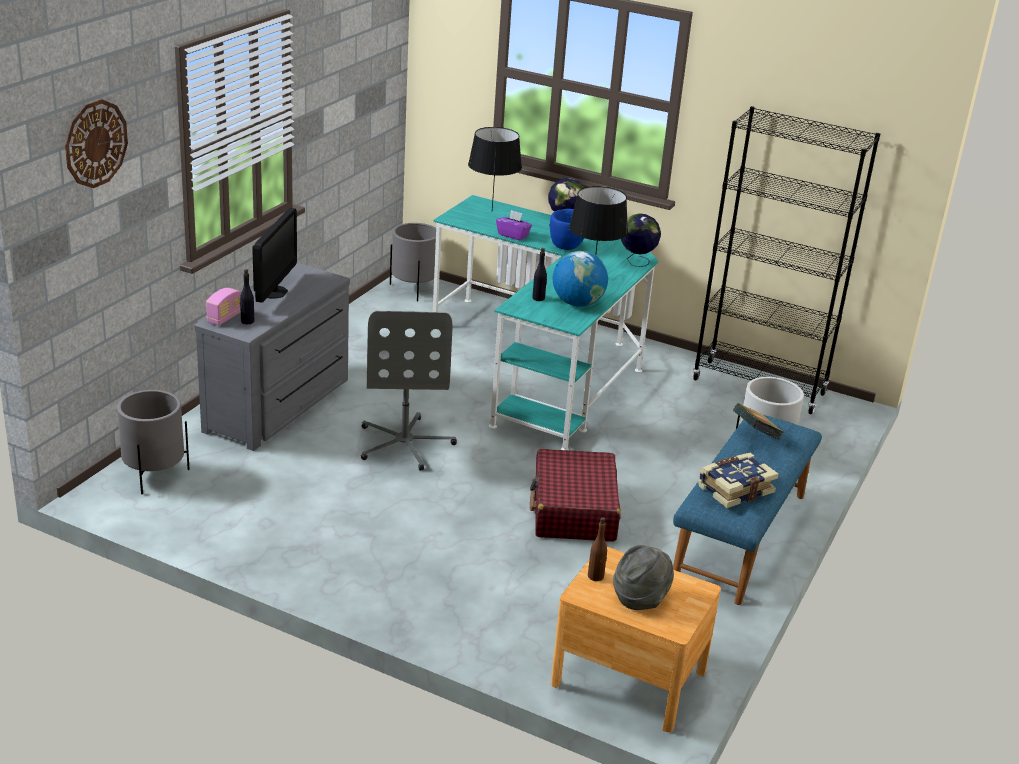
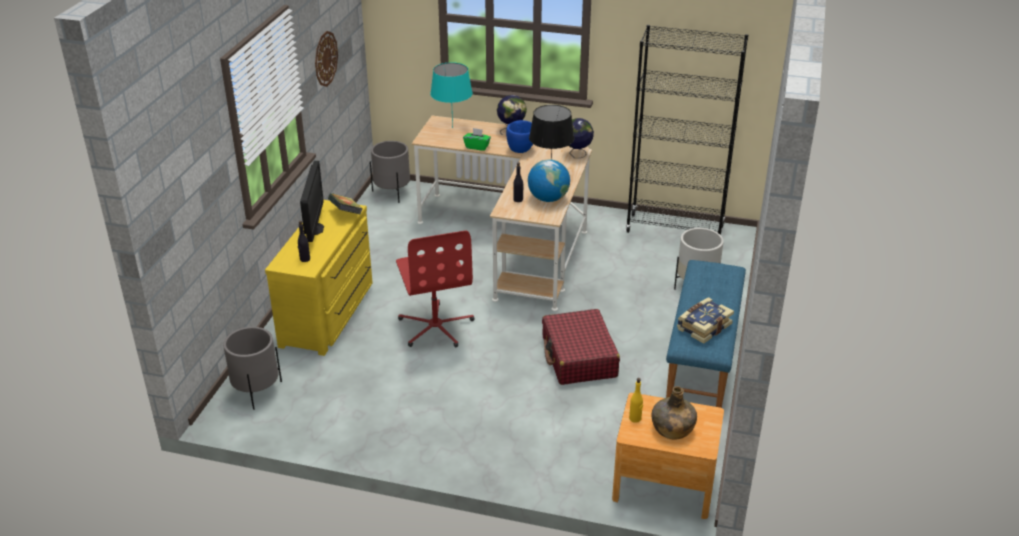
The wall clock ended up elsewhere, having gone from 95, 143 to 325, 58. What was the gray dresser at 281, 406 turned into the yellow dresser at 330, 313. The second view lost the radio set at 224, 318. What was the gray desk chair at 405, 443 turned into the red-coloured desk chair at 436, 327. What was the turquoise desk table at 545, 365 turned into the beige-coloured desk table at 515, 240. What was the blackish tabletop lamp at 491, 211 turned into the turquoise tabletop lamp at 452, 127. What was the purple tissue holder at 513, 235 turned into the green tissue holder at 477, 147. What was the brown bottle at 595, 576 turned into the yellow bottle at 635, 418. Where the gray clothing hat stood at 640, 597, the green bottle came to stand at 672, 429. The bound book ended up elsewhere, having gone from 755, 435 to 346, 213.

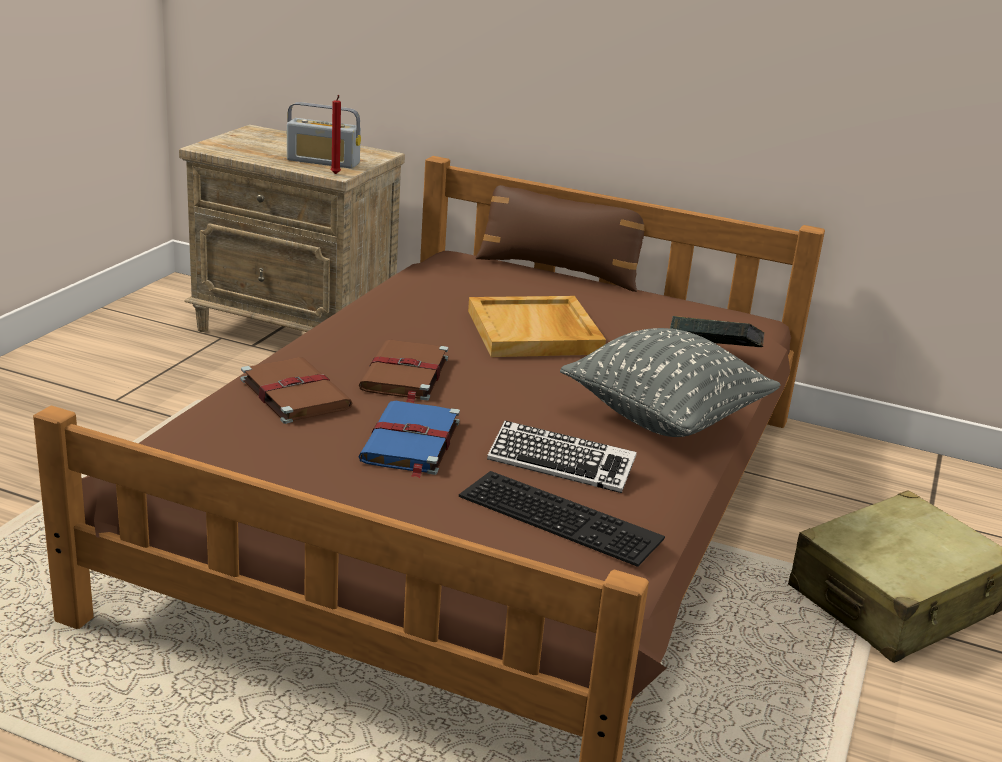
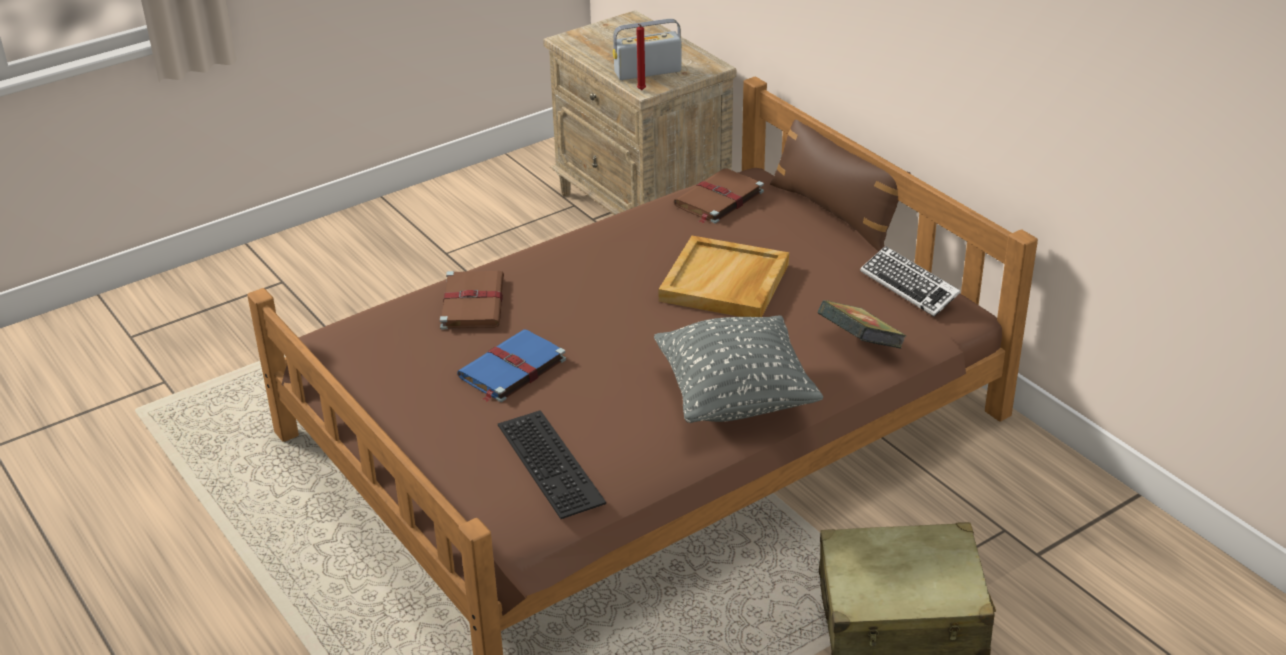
The radio set at 323, 162 ended up facing another way, 120 degrees clockwise from before. The brown bound book ended up elsewhere, having gone from 404, 375 to 718, 199. The computer keyboard ended up elsewhere, having gone from 560, 465 to 909, 287.

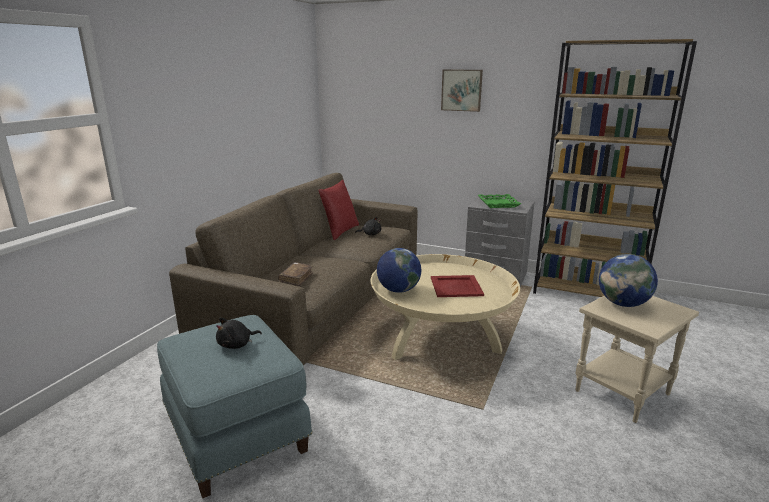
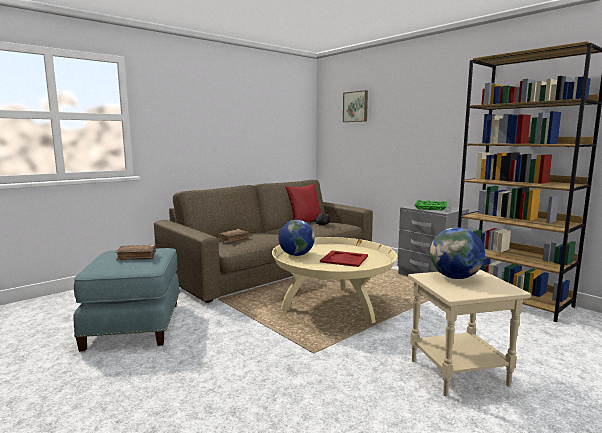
Where the blackish soft toy stood at 237, 345, the brown bound book came to stand at 137, 256. The wall picture ended up elsewhere, having gone from 462, 90 to 356, 106.

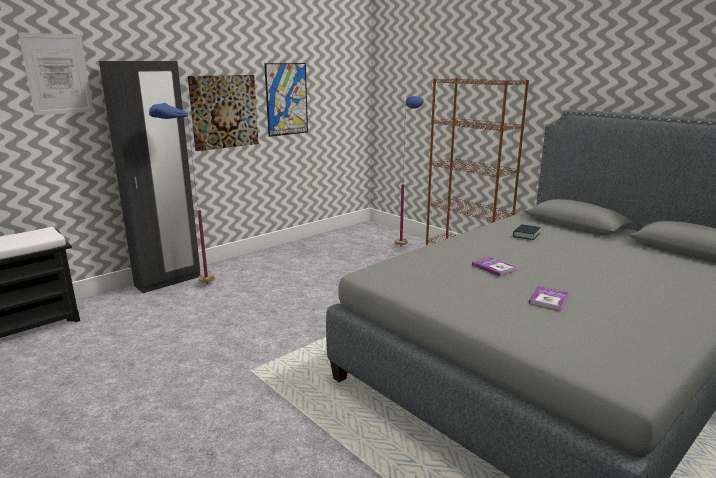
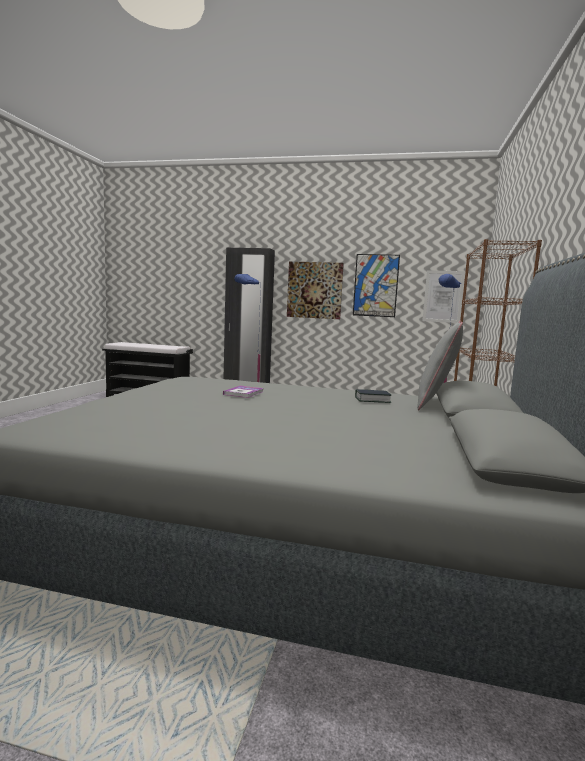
The wall picture ended up elsewhere, having gone from 57, 74 to 443, 296. The second view lost the bound book at 548, 299. The second view gained the gray pillow at 436, 404.

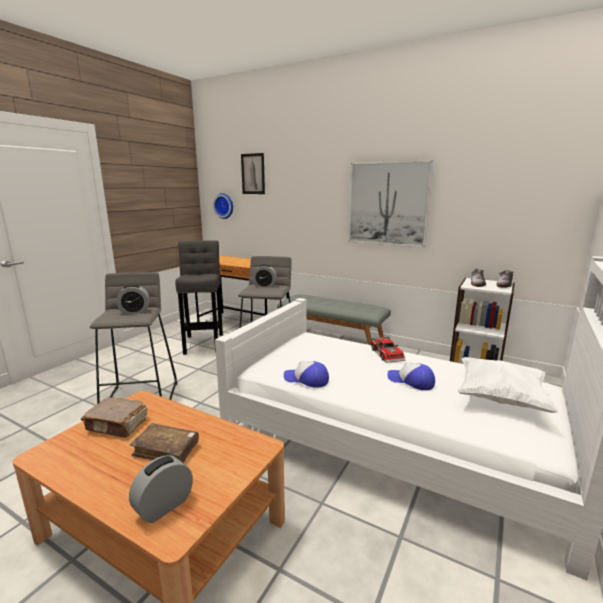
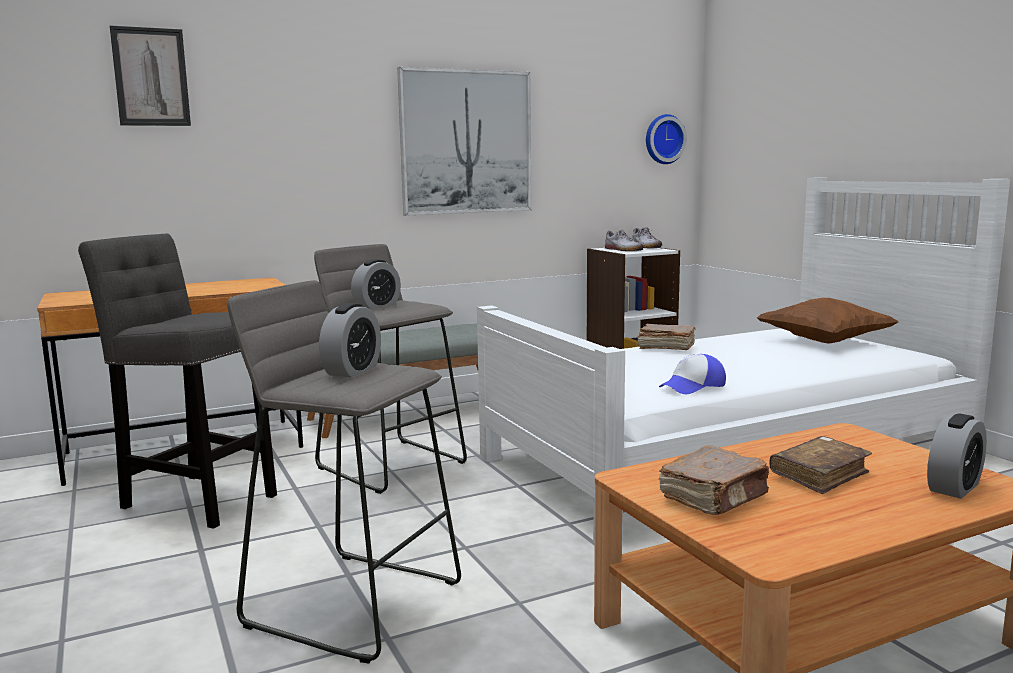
The table clock at 164, 506 ended up facing another way, 120 degrees counterclockwise from before. The wall clock ended up elsewhere, having gone from 224, 206 to 663, 139. Where the toy car stood at 387, 354, the brown bound book came to stand at 665, 347. The second view lost the cap at 411, 381. What was the whitish pillow at 500, 398 turned into the brown pillow at 824, 341.

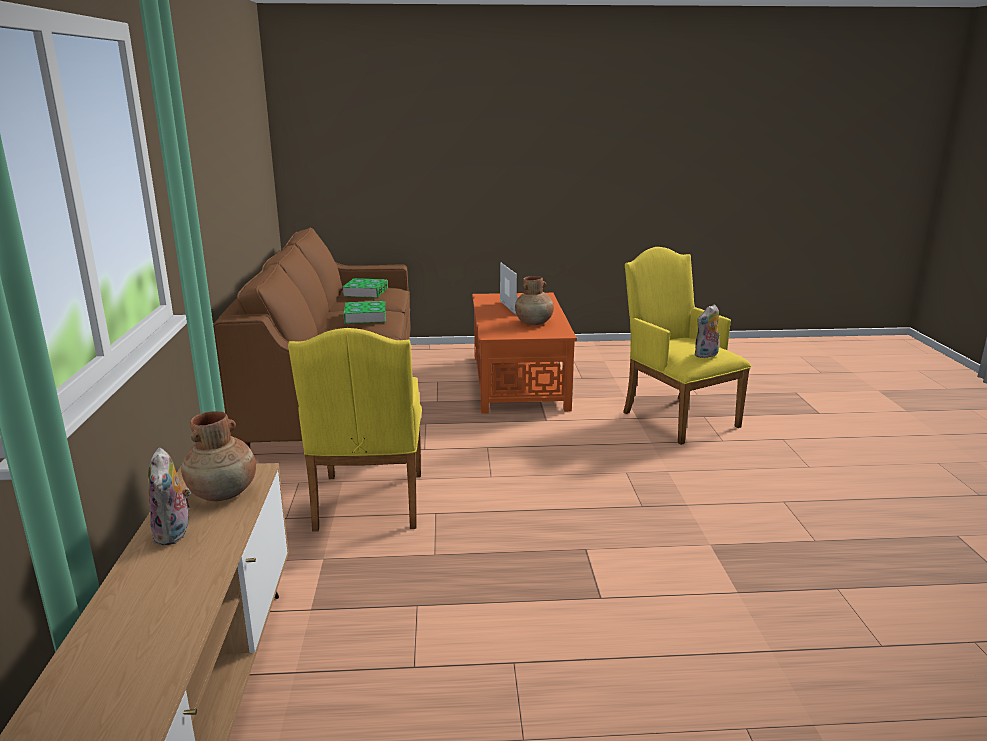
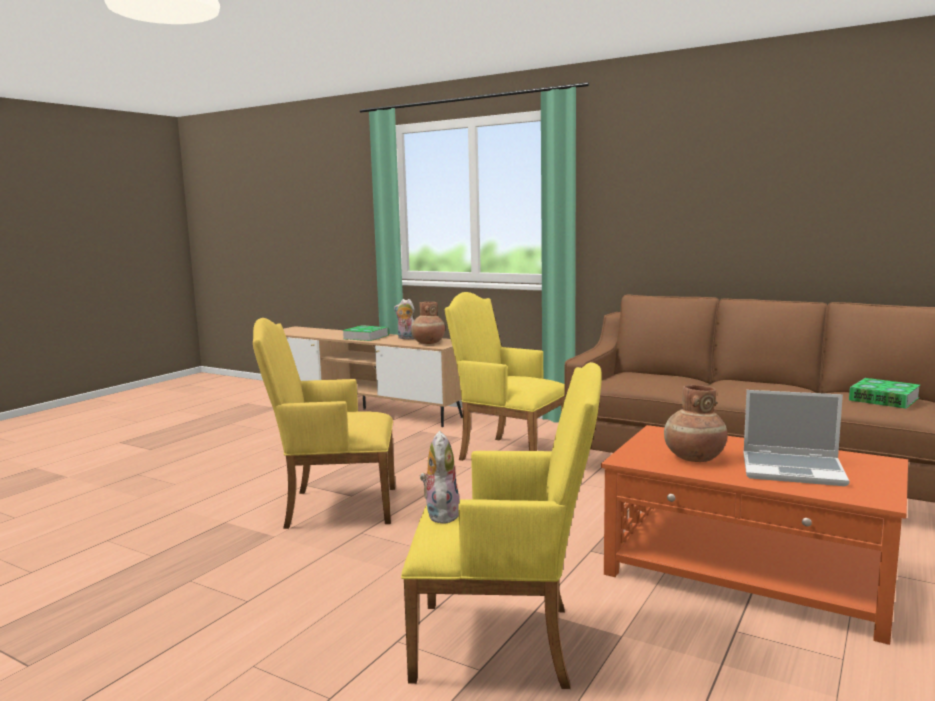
The bound book ended up elsewhere, having gone from 365, 317 to 366, 337. The second view gained the yellow easy chair at 333, 507.

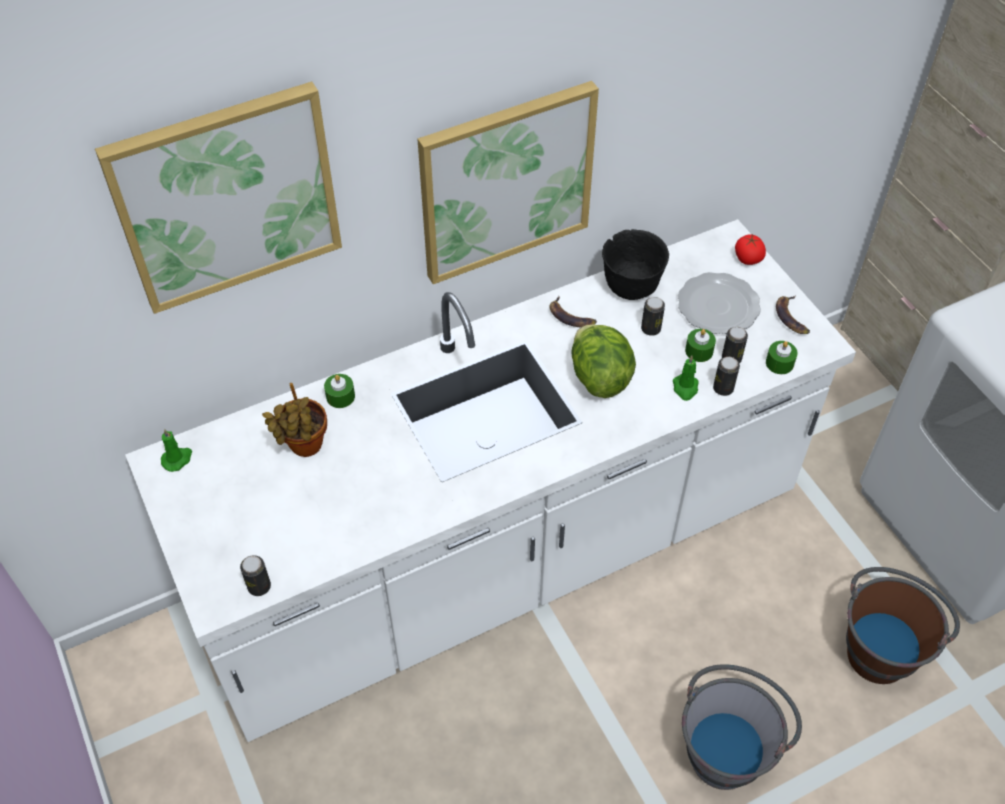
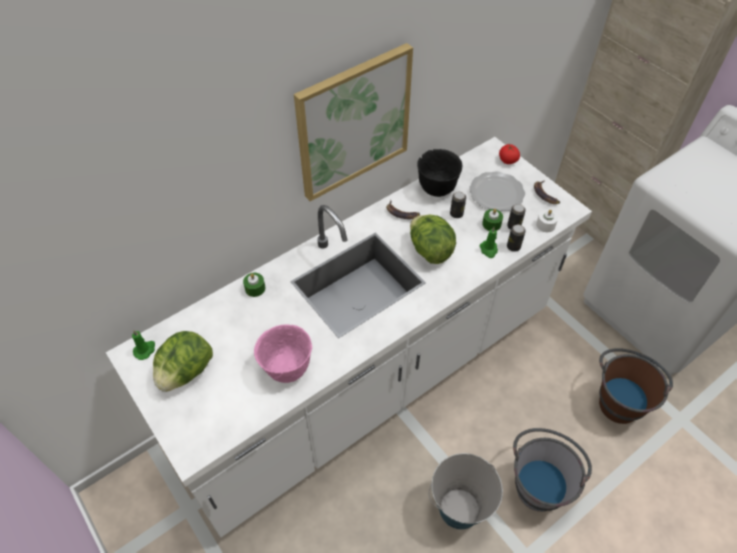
The second view lost the wall picture at 227, 197. The second view lost the can at 259, 586. The second view lost the houseplant at 304, 447. What was the green candle at 779, 363 turned into the whitish candle at 545, 225. The second view gained the lettuce head at 186, 372. The second view gained the pink-coloured bowl at 287, 369. The second view gained the water bucket at 459, 508.

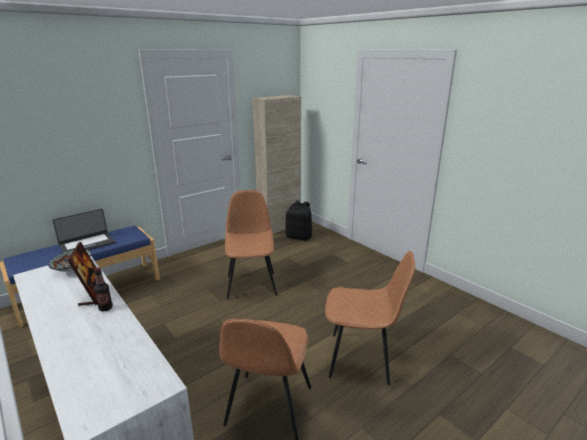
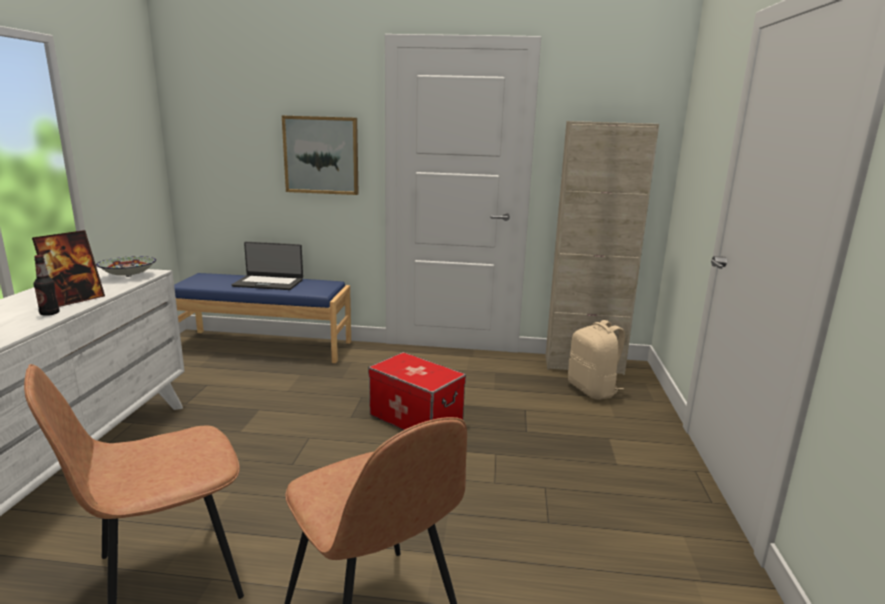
Where the brown chair stood at 251, 284, the storage bin came to stand at 416, 418. What was the blackish backpack at 299, 237 turned into the beige-coloured backpack at 593, 390. The second view gained the wall picture at 321, 155.

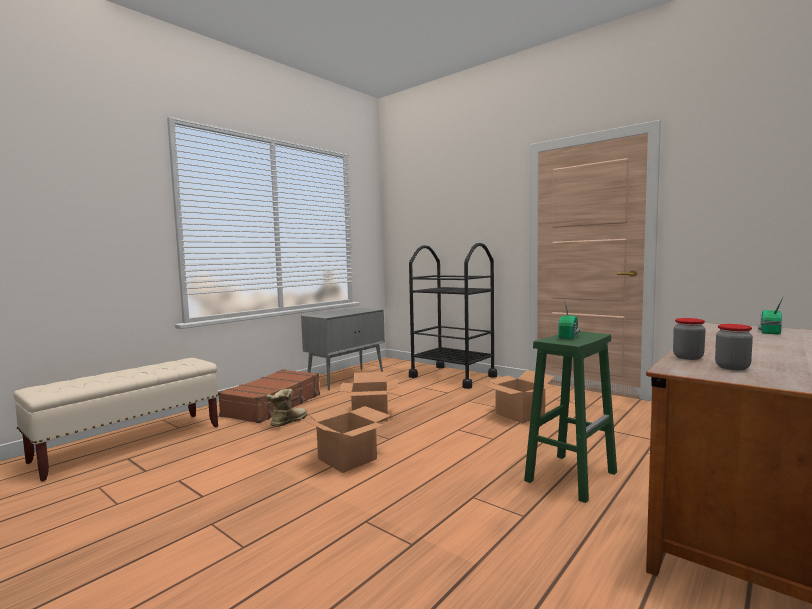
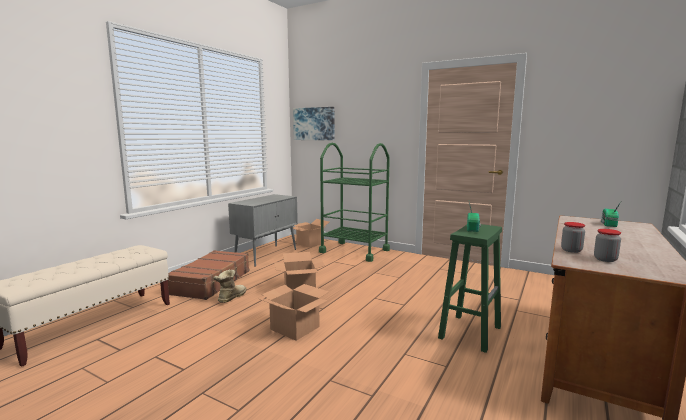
What was the blackish cart at 452, 376 turned into the green cart at 354, 251. The packing box ended up elsewhere, having gone from 520, 415 to 310, 243. The second view gained the wall picture at 314, 124.

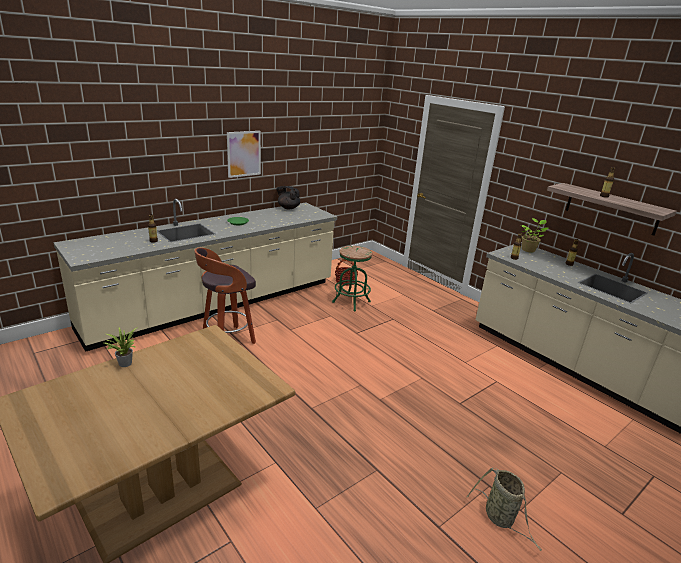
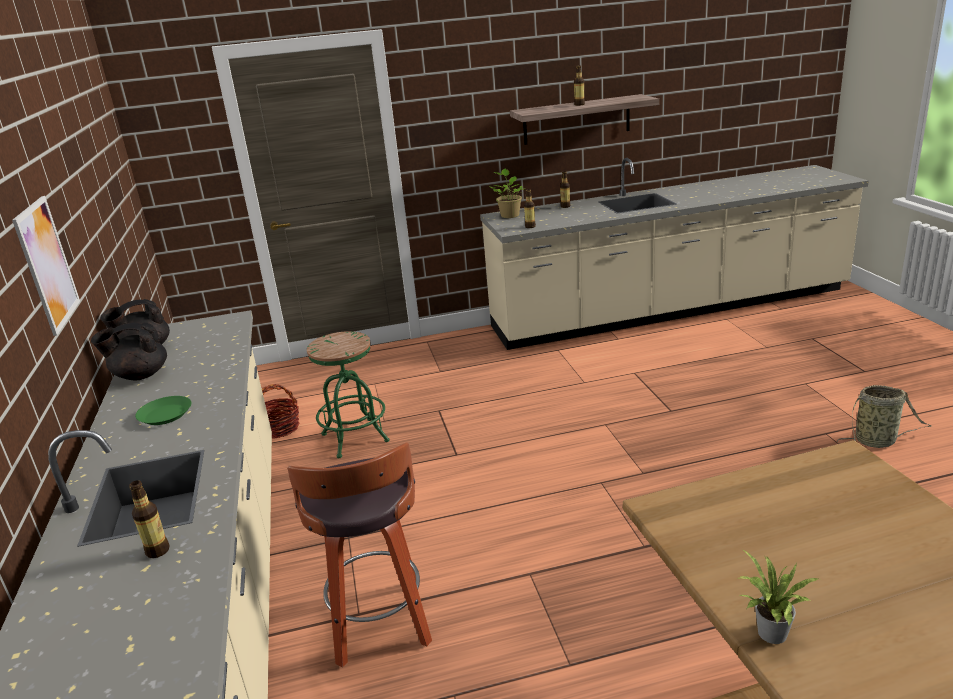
The second view gained the blackish tea pot at 140, 375.

